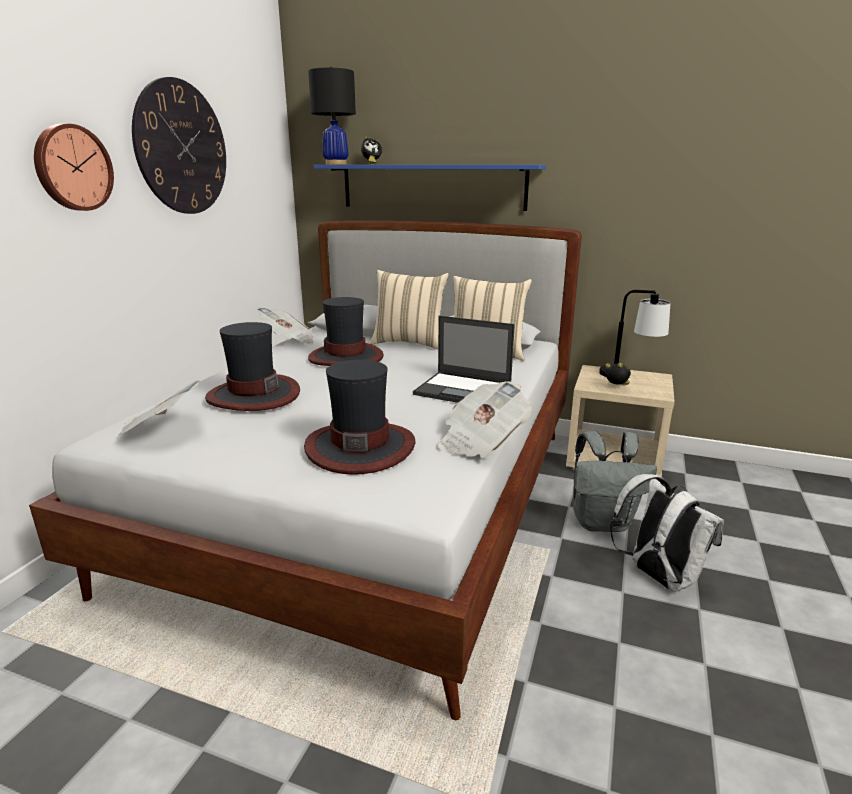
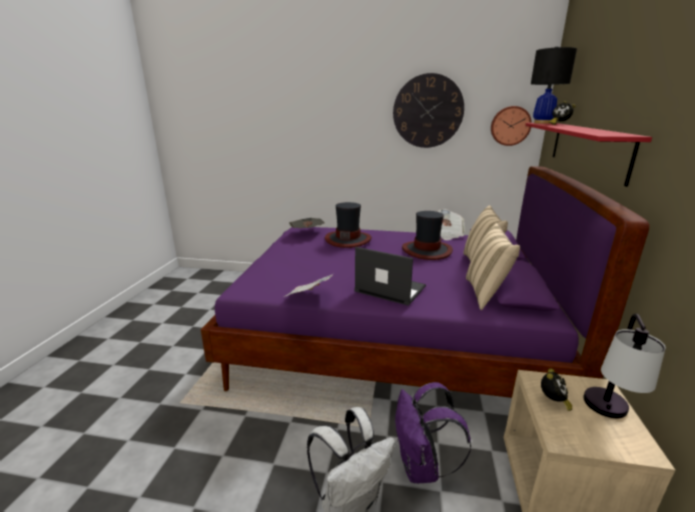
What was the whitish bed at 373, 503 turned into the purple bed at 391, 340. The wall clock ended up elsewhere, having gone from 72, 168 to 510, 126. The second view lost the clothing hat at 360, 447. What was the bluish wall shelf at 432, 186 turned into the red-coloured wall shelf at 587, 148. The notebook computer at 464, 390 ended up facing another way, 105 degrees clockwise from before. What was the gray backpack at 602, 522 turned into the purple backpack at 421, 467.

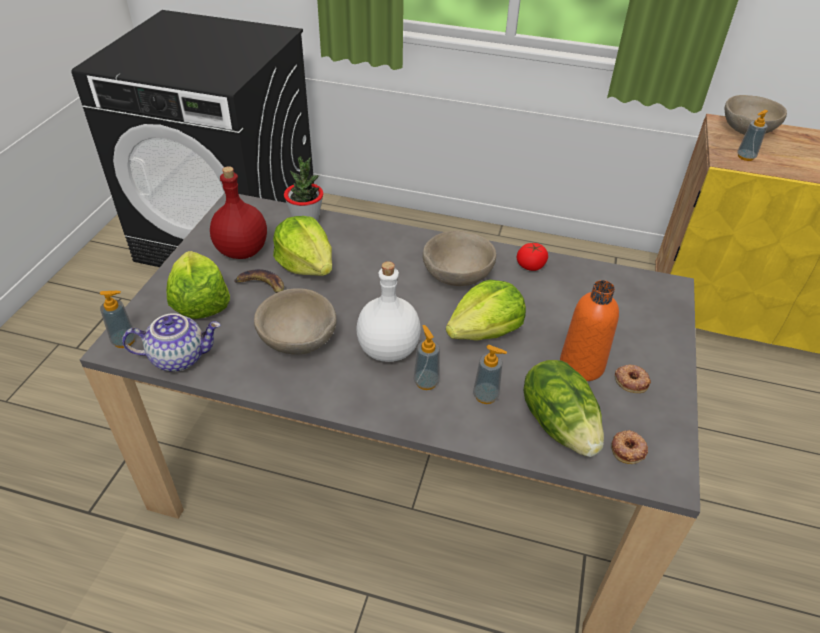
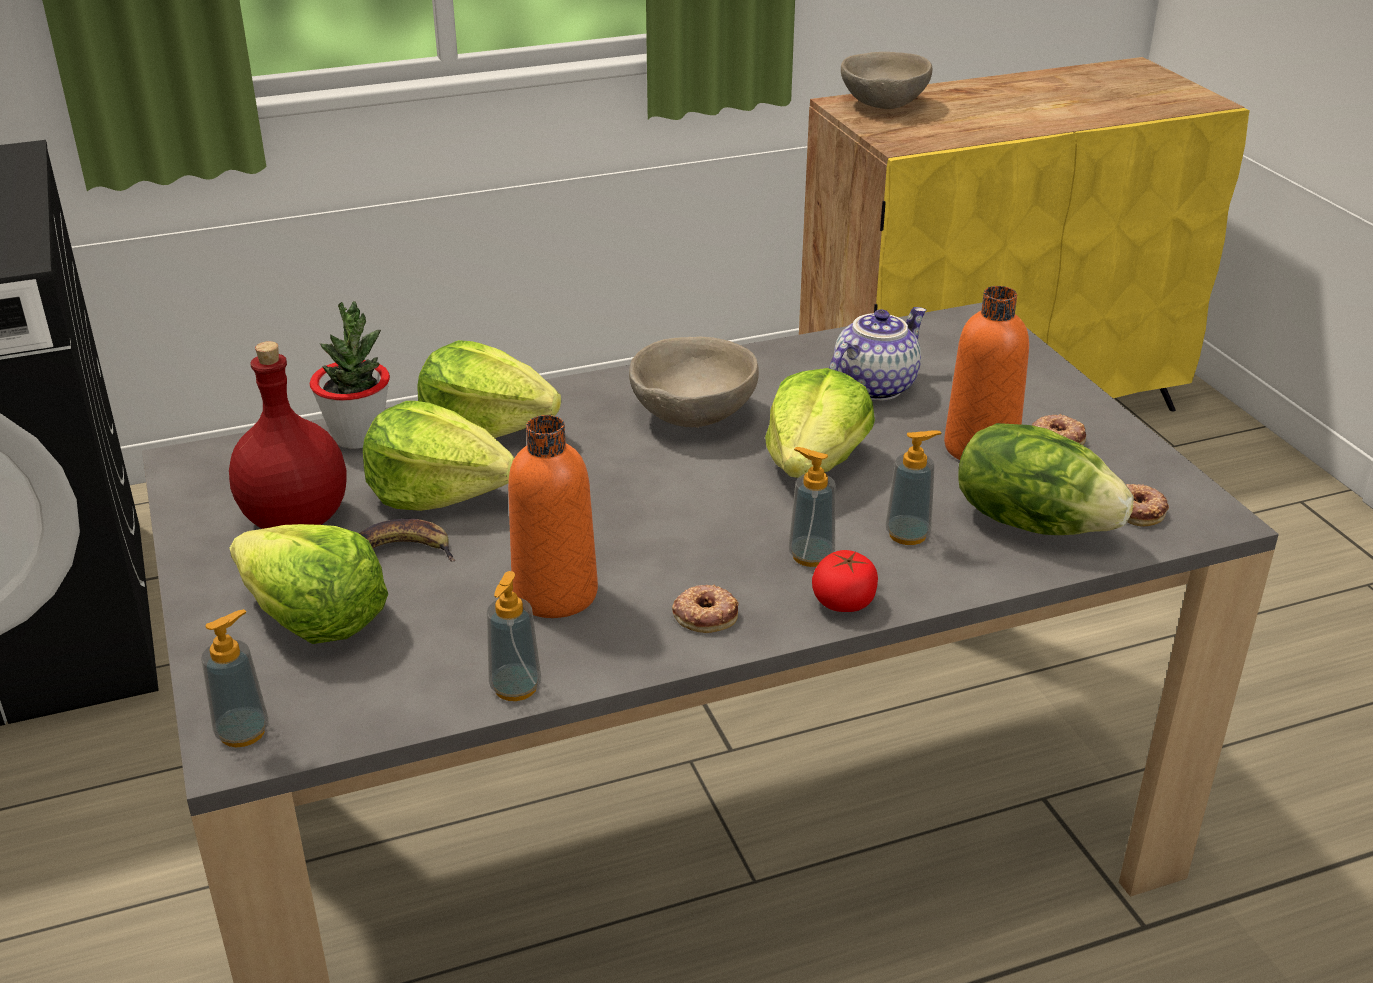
The tea pot ended up elsewhere, having gone from 179, 357 to 873, 386. Where the beige-coloured bowl stood at 297, 340, the orange bottle came to stand at 555, 594. The second view lost the whitish bottle at 387, 349. The fresh tomato ended up elsewhere, having gone from 530, 265 to 844, 601. The soap dispenser ended up elsewhere, having gone from 745, 157 to 515, 687. The second view gained the lettuce head at 486, 427. The second view gained the ring doughnut at 705, 614.

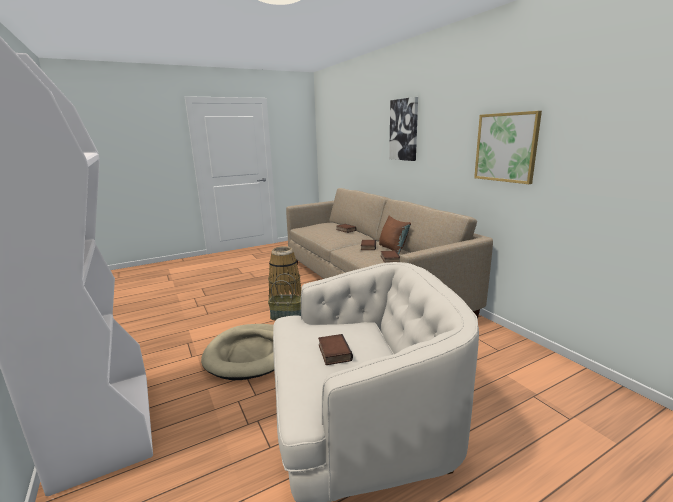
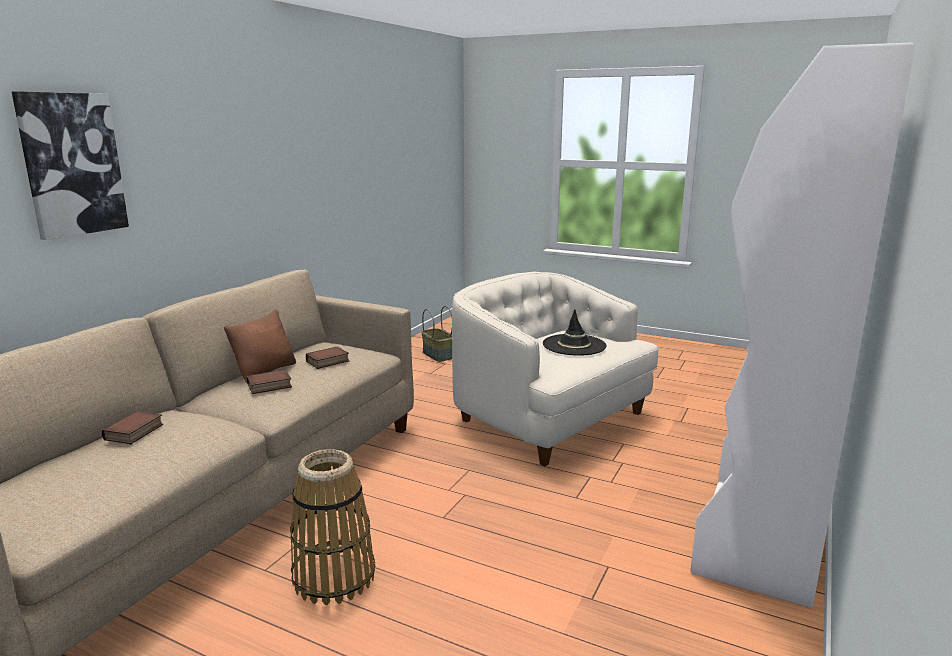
The second view lost the beige-coloured pet bed at 251, 354. The household basket ended up elsewhere, having gone from 287, 316 to 437, 355. Where the bound book stood at 333, 352, the blackish clothing hat came to stand at 574, 345. The second view lost the wall picture at 506, 147.

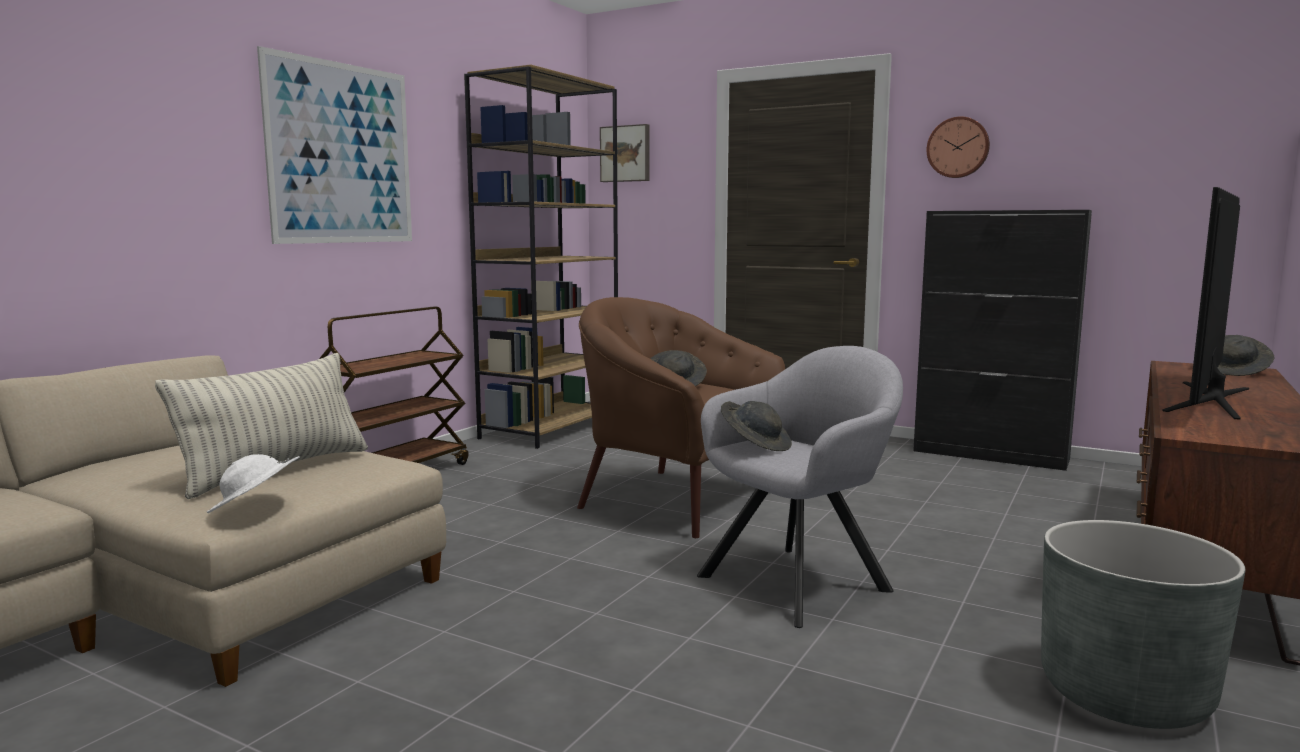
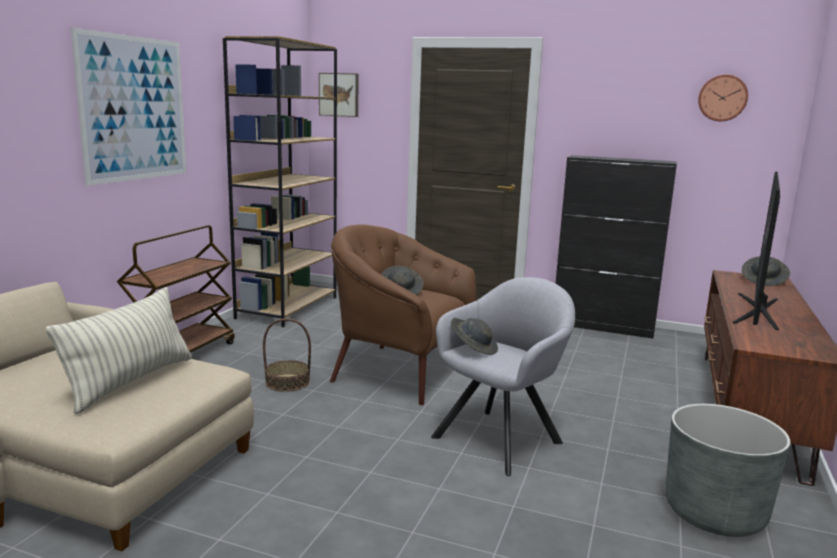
The second view lost the whitish clothing hat at 255, 507. The wall clock ended up elsewhere, having gone from 958, 147 to 722, 98. The second view gained the household basket at 287, 382.

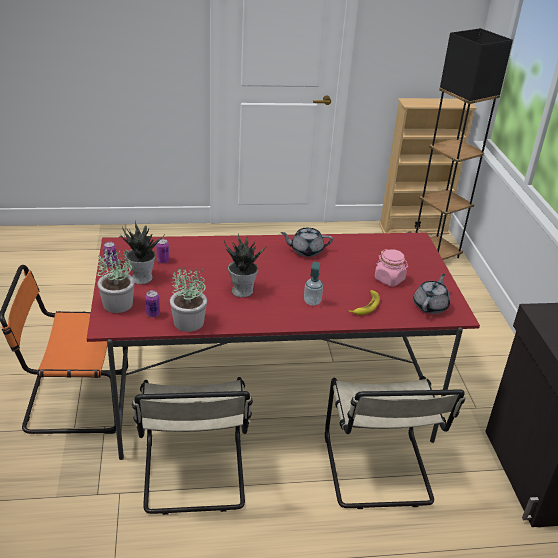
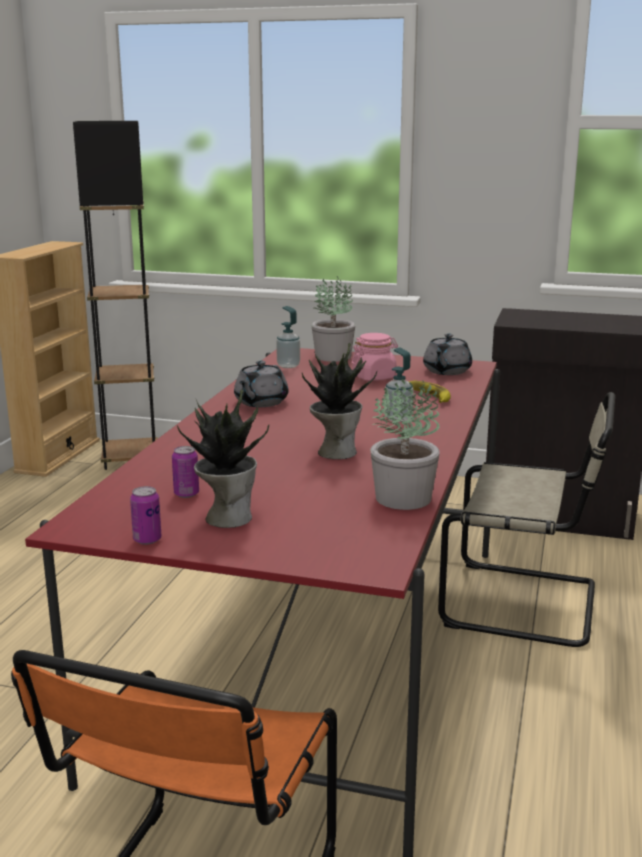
The houseplant ended up elsewhere, having gone from 118, 304 to 332, 356. The second view lost the beige-coloured chair at 194, 475. The second view lost the can at 153, 314. The gray tea pot at 430, 306 ended up facing another way, 120 degrees counterclockwise from before. The second view gained the soap dispenser at 288, 366.

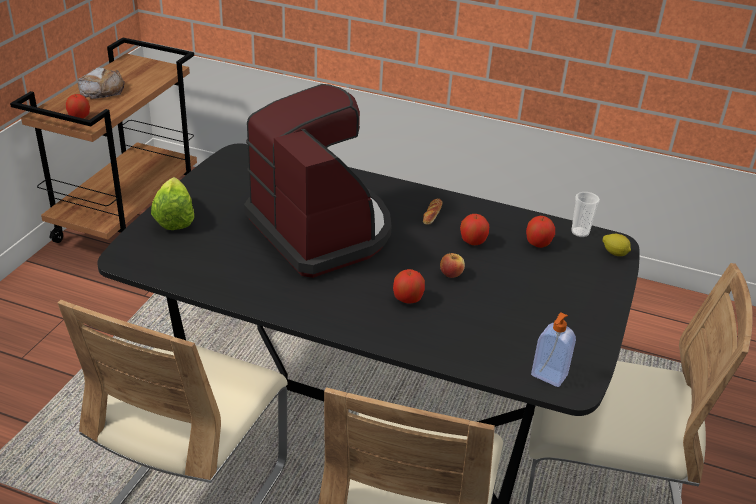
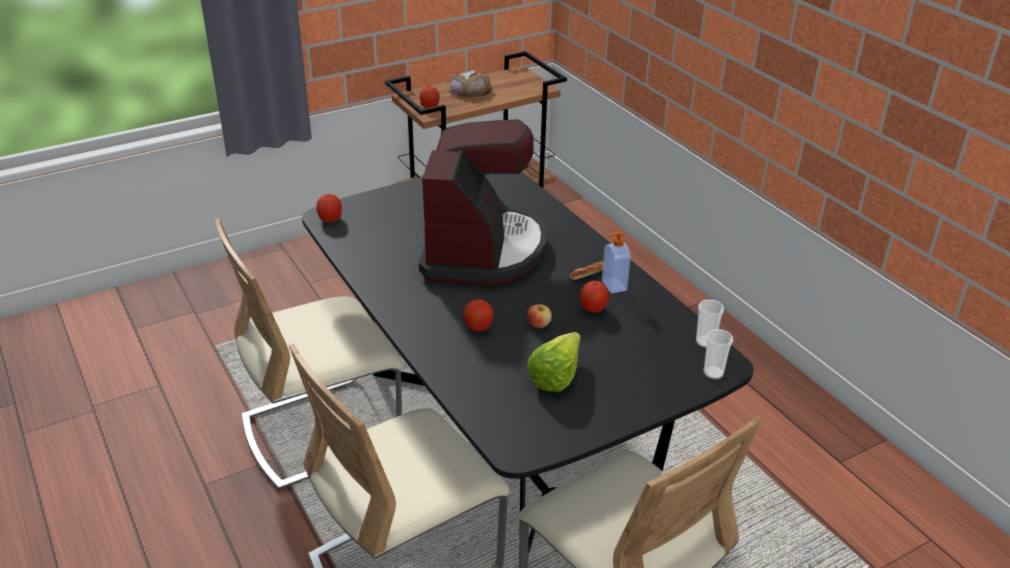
The lettuce head ended up elsewhere, having gone from 176, 216 to 560, 374. The apple fruit ended up elsewhere, having gone from 538, 244 to 330, 219. The soap dispenser ended up elsewhere, having gone from 548, 376 to 613, 286. Where the citrus fruit stood at 614, 253, the cup came to stand at 713, 373.

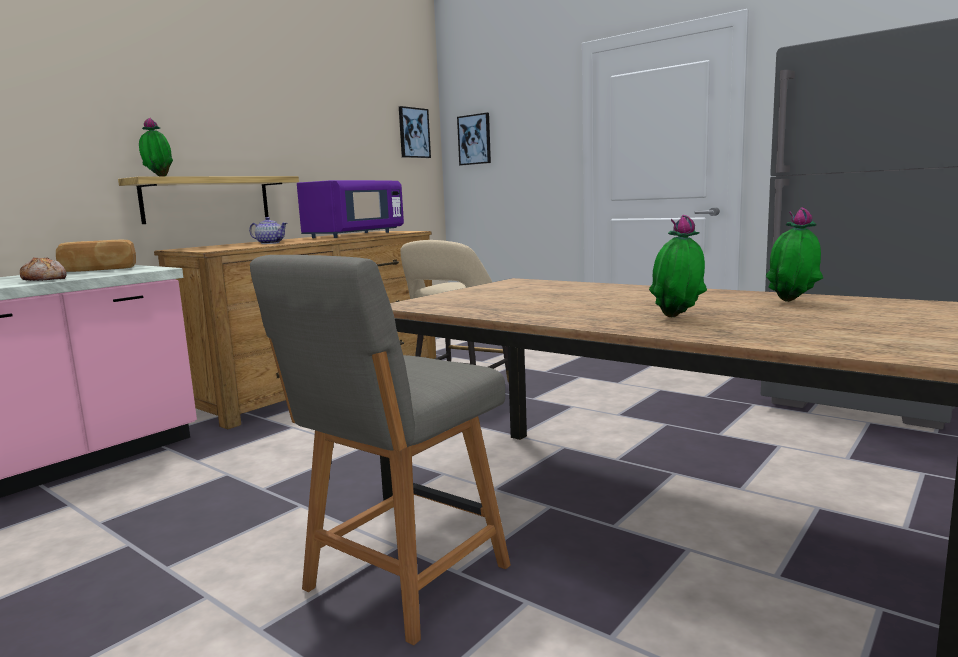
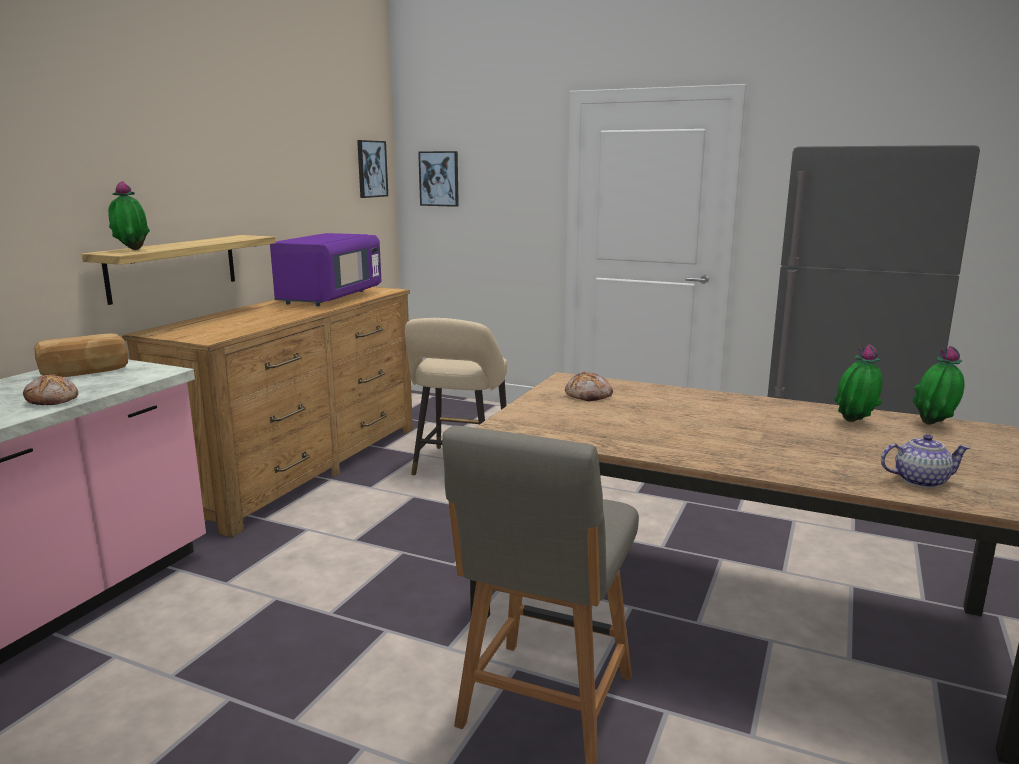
The tea pot ended up elsewhere, having gone from 270, 243 to 919, 480. The houseplant ended up elsewhere, having gone from 677, 318 to 934, 425. The second view gained the bread at 589, 396.

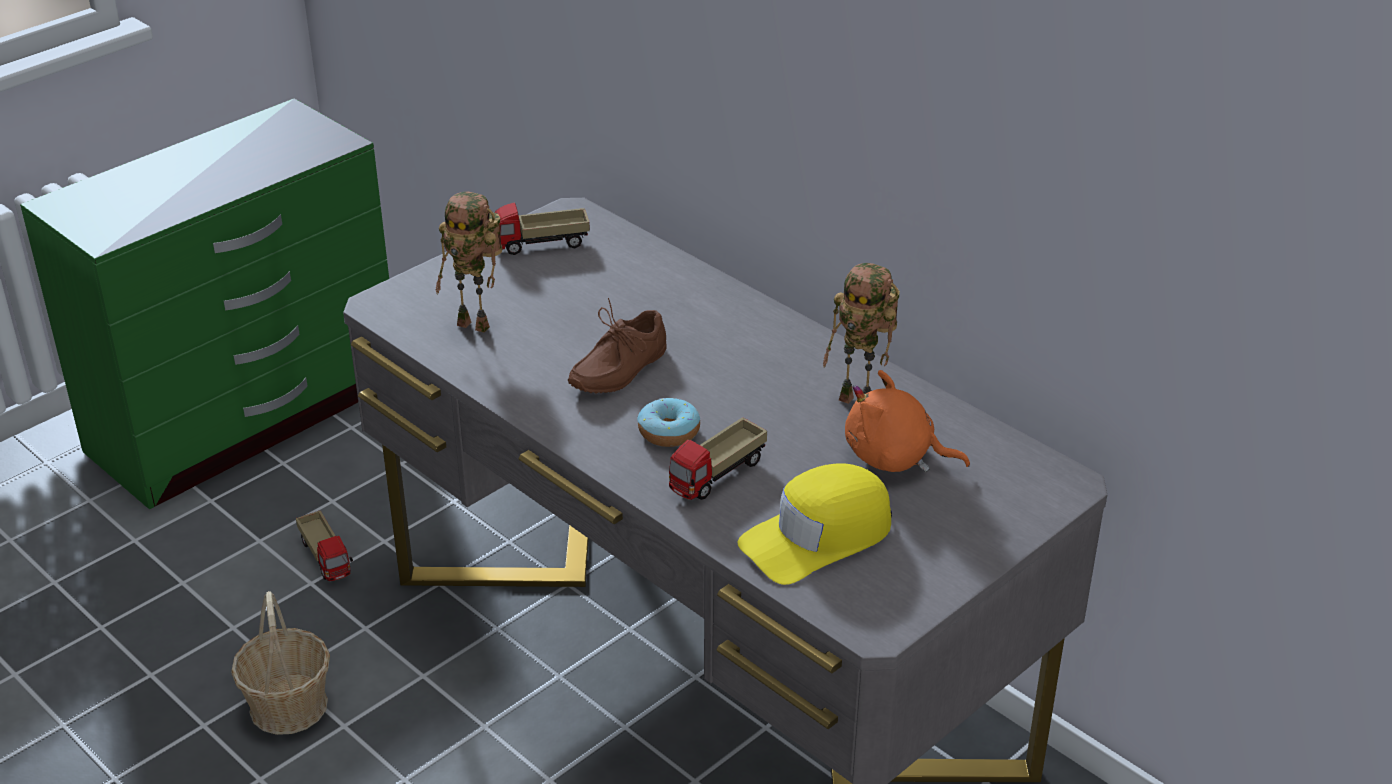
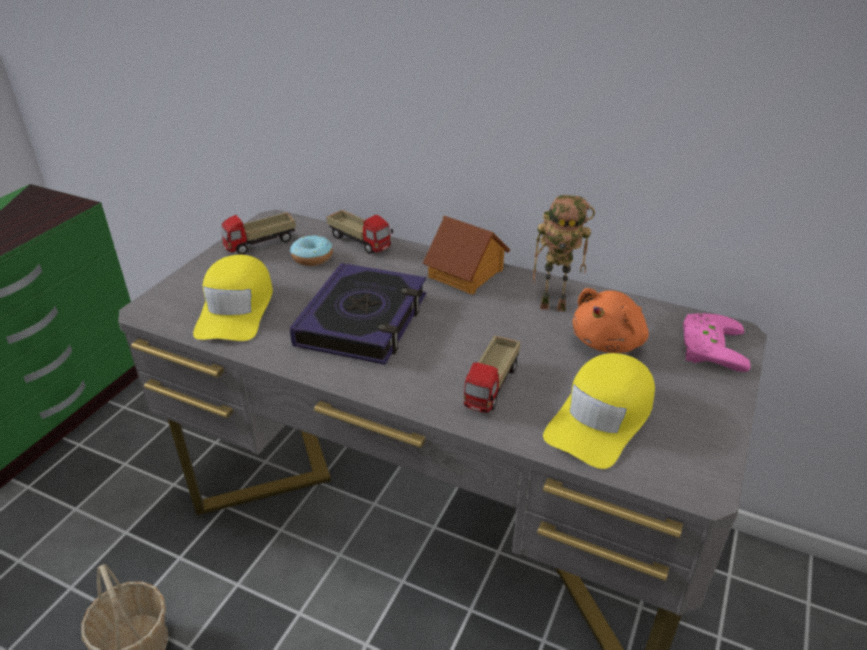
The model truck ended up elsewhere, having gone from 327, 558 to 360, 242. Where the model robot stood at 477, 324, the yellow cap came to stand at 236, 309. Where the brown shoe stood at 615, 369, the bound book came to stand at 363, 320. The ring doughnut ended up elsewhere, having gone from 669, 432 to 312, 258. The orange soft toy at 895, 458 ended up facing another way, 45 degrees counterclockwise from before. The second view gained the model house at 467, 273. The second view gained the pink-coloured joypad at 707, 346.

